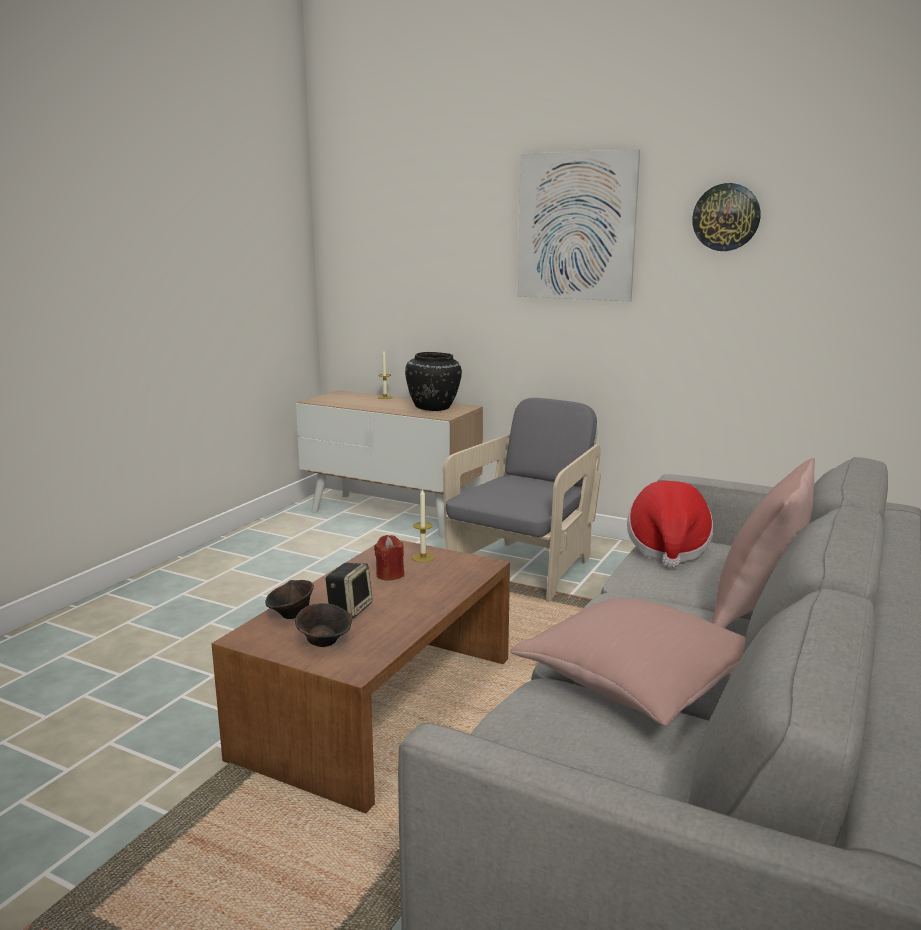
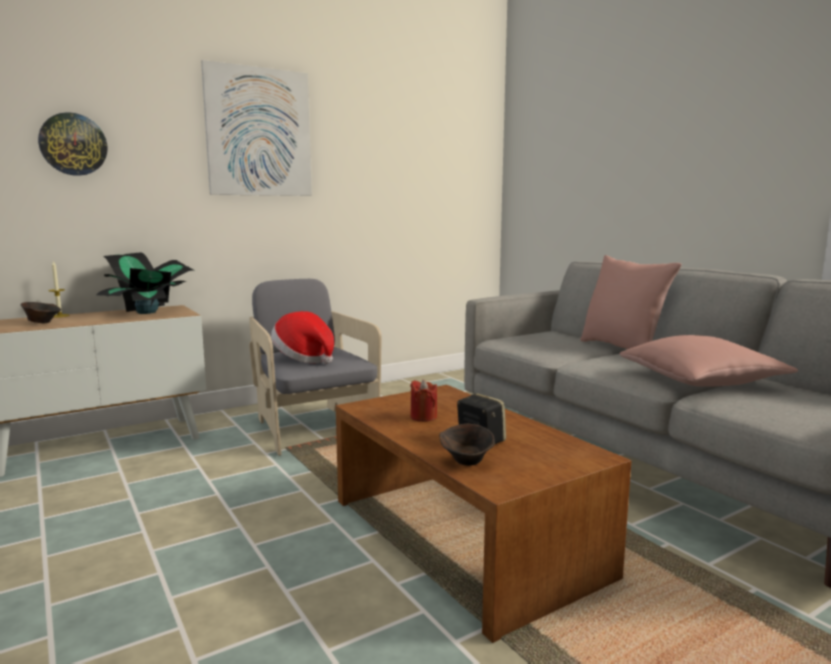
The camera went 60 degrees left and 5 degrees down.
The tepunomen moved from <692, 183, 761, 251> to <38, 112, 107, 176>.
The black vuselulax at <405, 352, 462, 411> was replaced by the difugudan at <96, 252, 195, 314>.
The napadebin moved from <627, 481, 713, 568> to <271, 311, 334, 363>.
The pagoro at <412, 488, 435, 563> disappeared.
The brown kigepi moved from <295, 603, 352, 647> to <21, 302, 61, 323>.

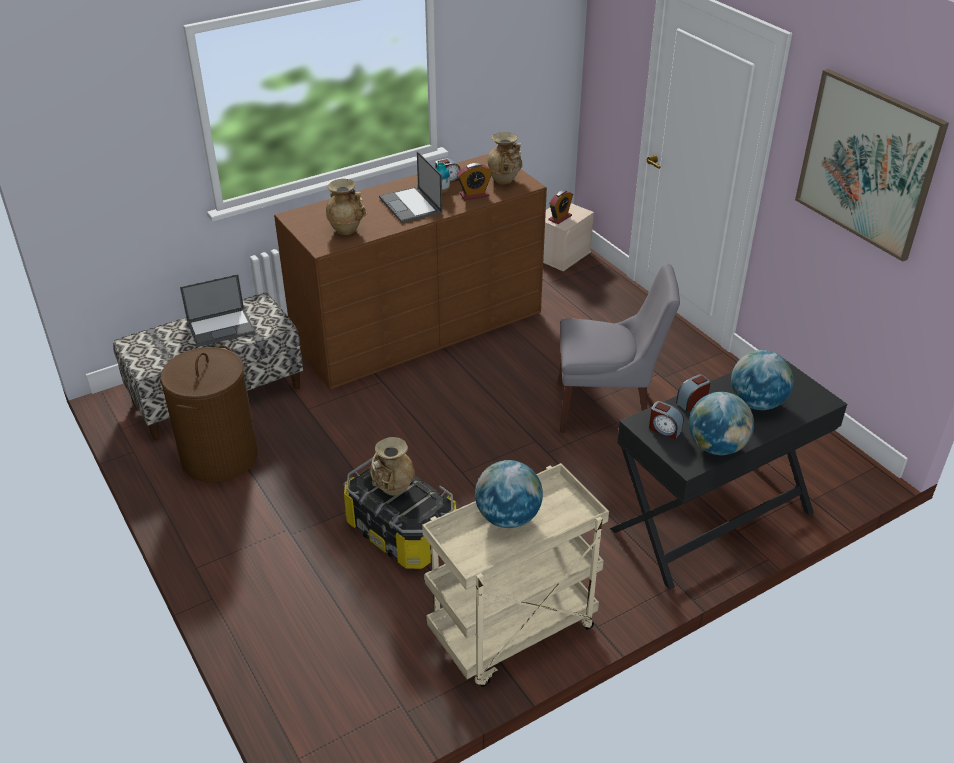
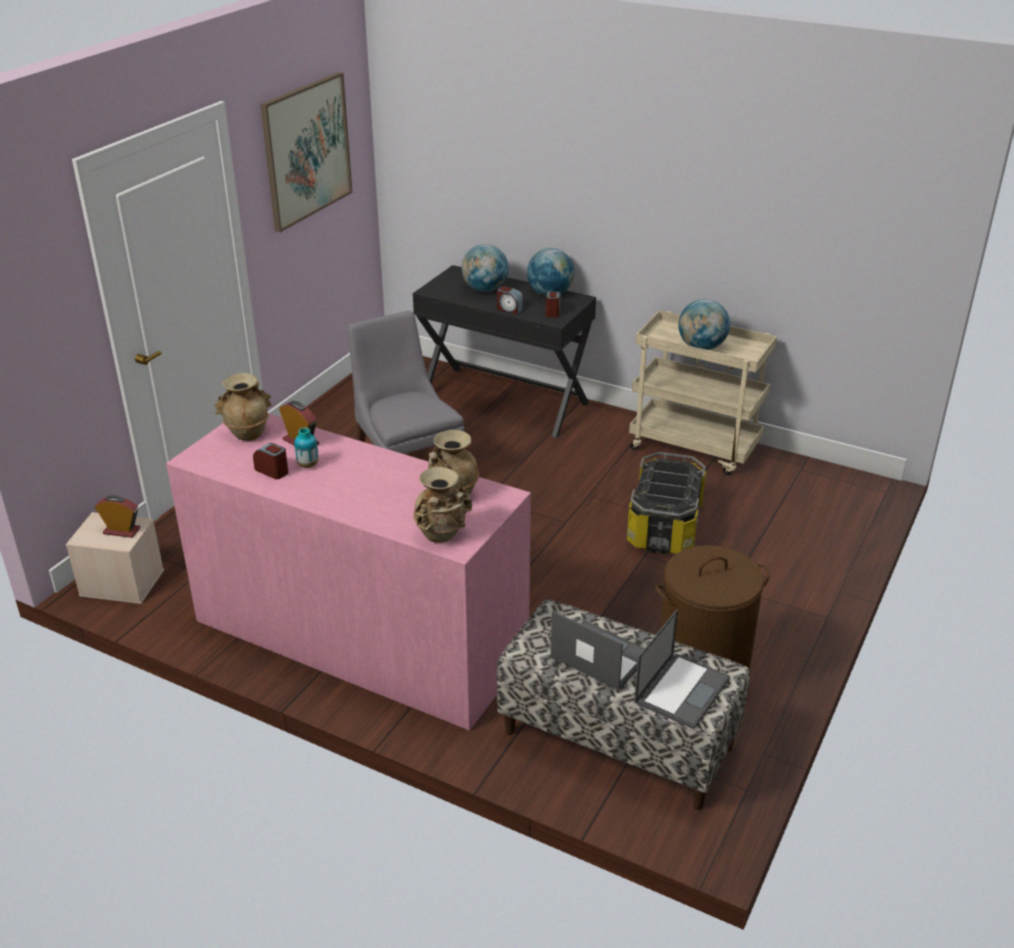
The camera went 120 degrees left and 5 degrees down.
The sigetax moved from <379, 151, 443, 223> to <634, 609, 730, 729>.
The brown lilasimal at <274, 154, 547, 390> became the pink lilasimal at <166, 413, 531, 730>.
The beige vuselulax moved from <370, 437, 415, 496> to <413, 467, 472, 543>.

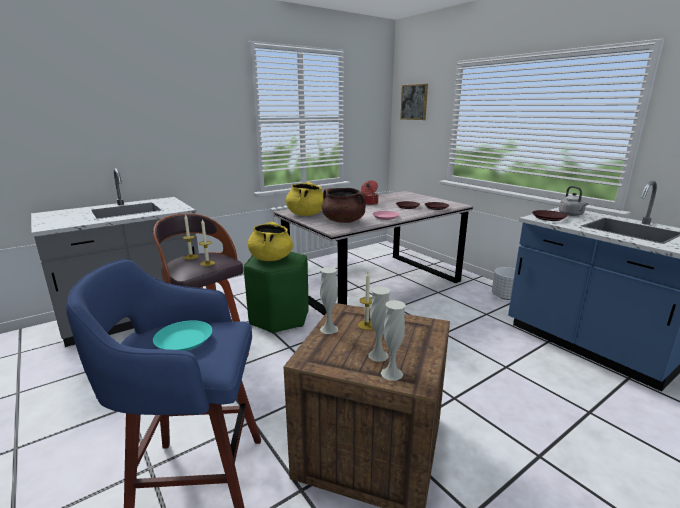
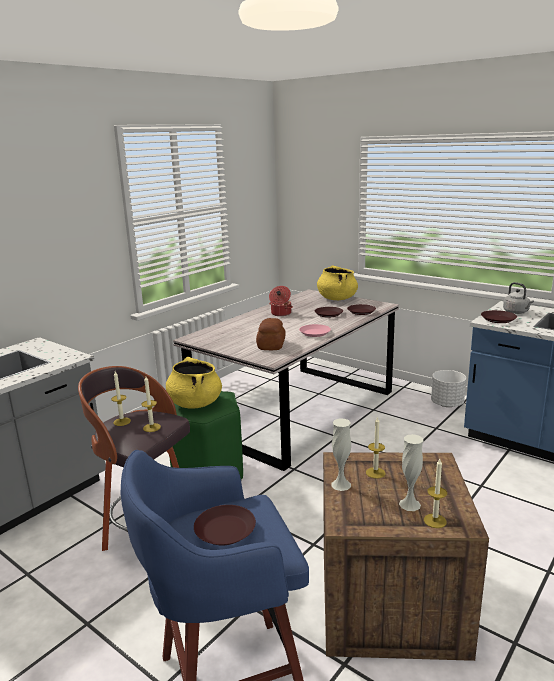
The camera went 15 degrees left and 0 degrees up.
The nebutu at <400, 84, 428, 120> disappeared.
The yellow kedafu moved from <286, 182, 324, 216> to <317, 265, 358, 300>.
The brown kedafu at <322, 188, 366, 223> was replaced by the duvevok at <256, 318, 286, 350>.
The white vuselulax at <381, 300, 405, 381> was replaced by the pagoro at <424, 459, 447, 528>.
The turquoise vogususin at <153, 320, 212, 351> became the brown vogususin at <194, 505, 256, 545>.

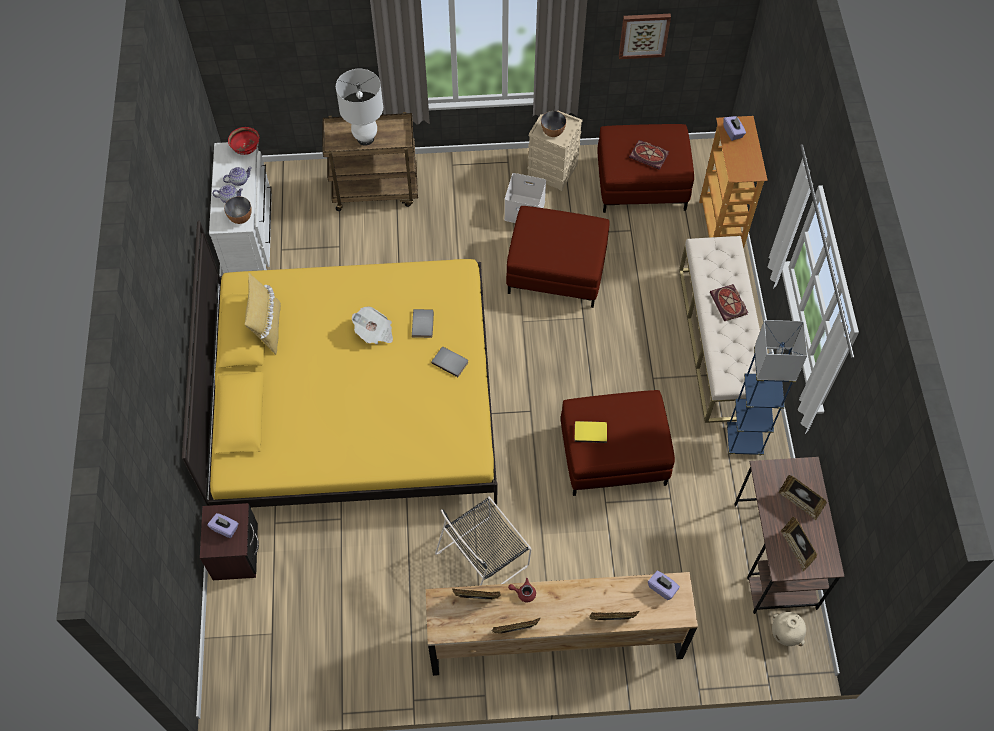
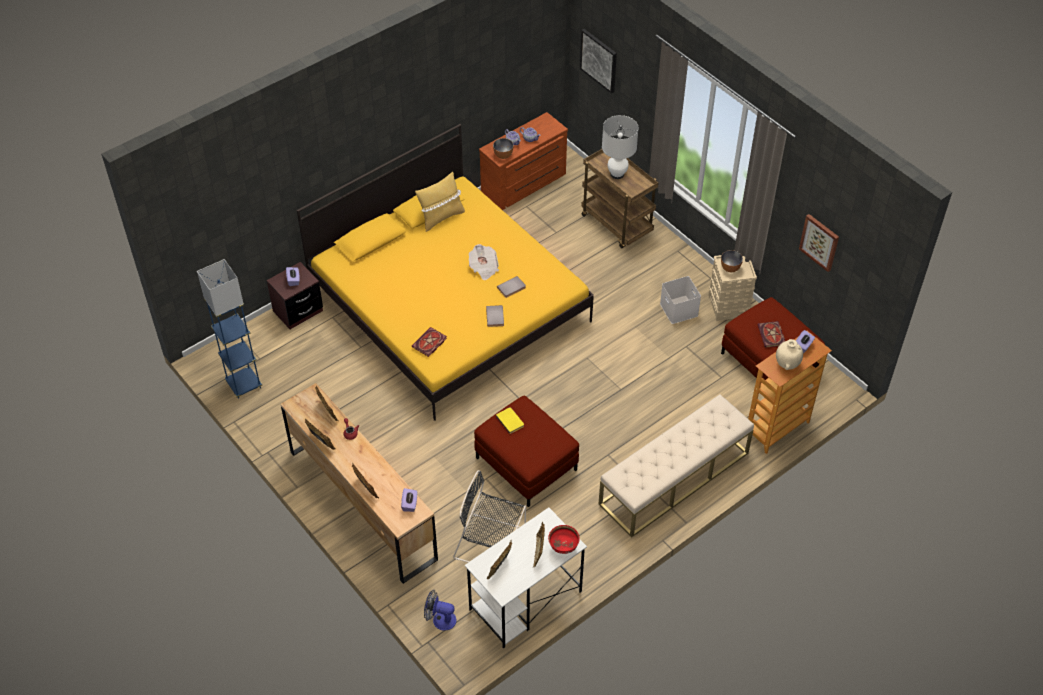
The camera went 55 degrees right and 10 degrees down.
The red kigepi moved from <228, 127, 259, 155> to <548, 525, 580, 554>.
The white lilasimal at <209, 142, 272, 273> became the brown lilasimal at <479, 112, 568, 210>.
The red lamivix at <506, 206, 610, 308> disappeared.
The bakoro moved from <710, 284, 748, 321> to <412, 327, 447, 357>.
The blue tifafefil moved from <727, 320, 807, 456> to <197, 259, 262, 399>.
The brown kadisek at <734, 457, 845, 614> became the white kadisek at <465, 507, 587, 648>.
The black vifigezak moved from <435, 496, 531, 586> to <453, 470, 526, 562>.
The beige vuselulax moved from <772, 612, 806, 646> to <776, 339, 803, 370>.
The nebutu at <580, 29, 617, 93> appeared.
The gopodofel at <424, 590, 456, 630> appeared.

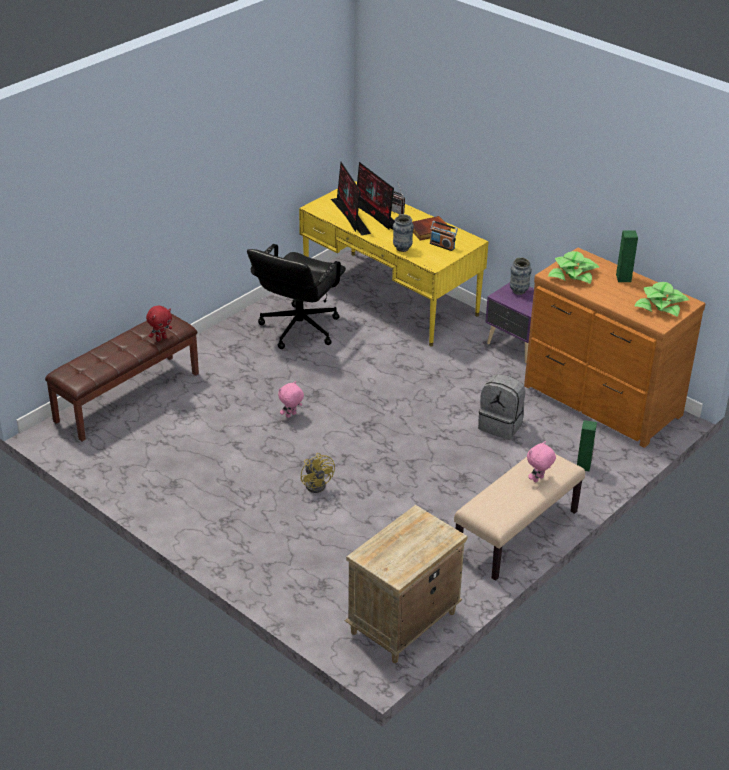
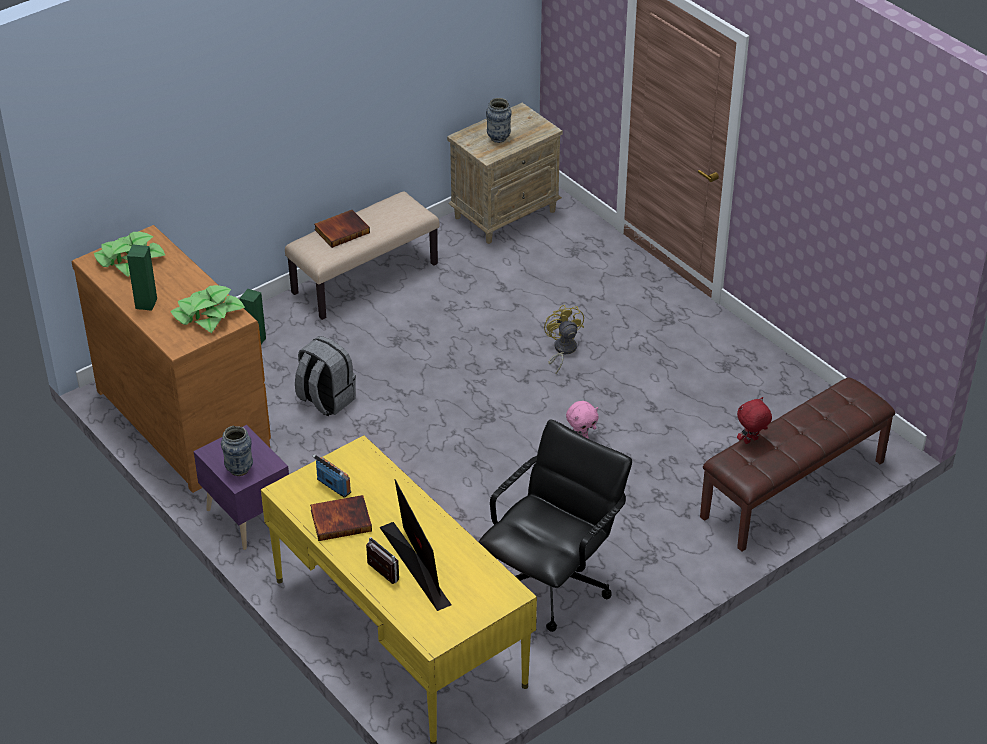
The camera went 170 degrees left and 5 degrees up.
The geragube at <331, 162, 371, 235> disappeared.
The vuselulax moved from <393, 214, 414, 252> to <486, 98, 512, 143>.
The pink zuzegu at <527, 441, 556, 482> was replaced by the bakoro at <314, 210, 370, 248>.

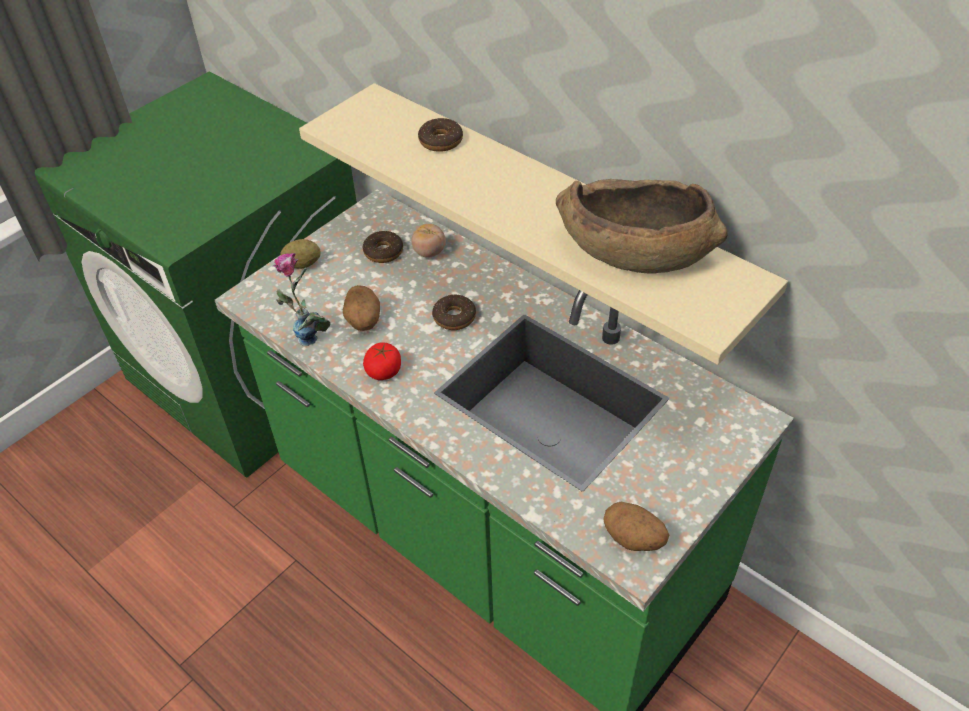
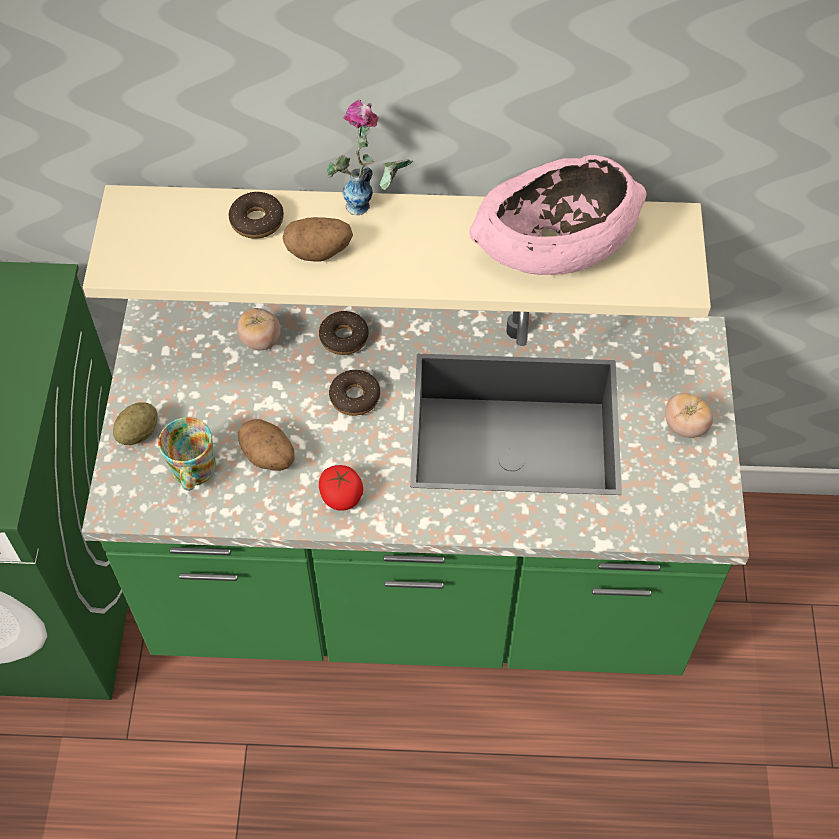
The camera went 40 degrees left and 10 degrees up.
The brown kigepi at <556, 179, 728, 273> became the pink kigepi at <469, 155, 647, 275>.
The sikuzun moved from <363, 231, 403, 263> to <319, 311, 369, 355>.
The vuselulax moved from <273, 253, 330, 346> to <327, 100, 413, 215>.
The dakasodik moved from <603, 502, 669, 551> to <283, 217, 353, 262>.
The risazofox at <665, 393, 713, 438> appeared.
The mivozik at <158, 417, 216, 491> appeared.

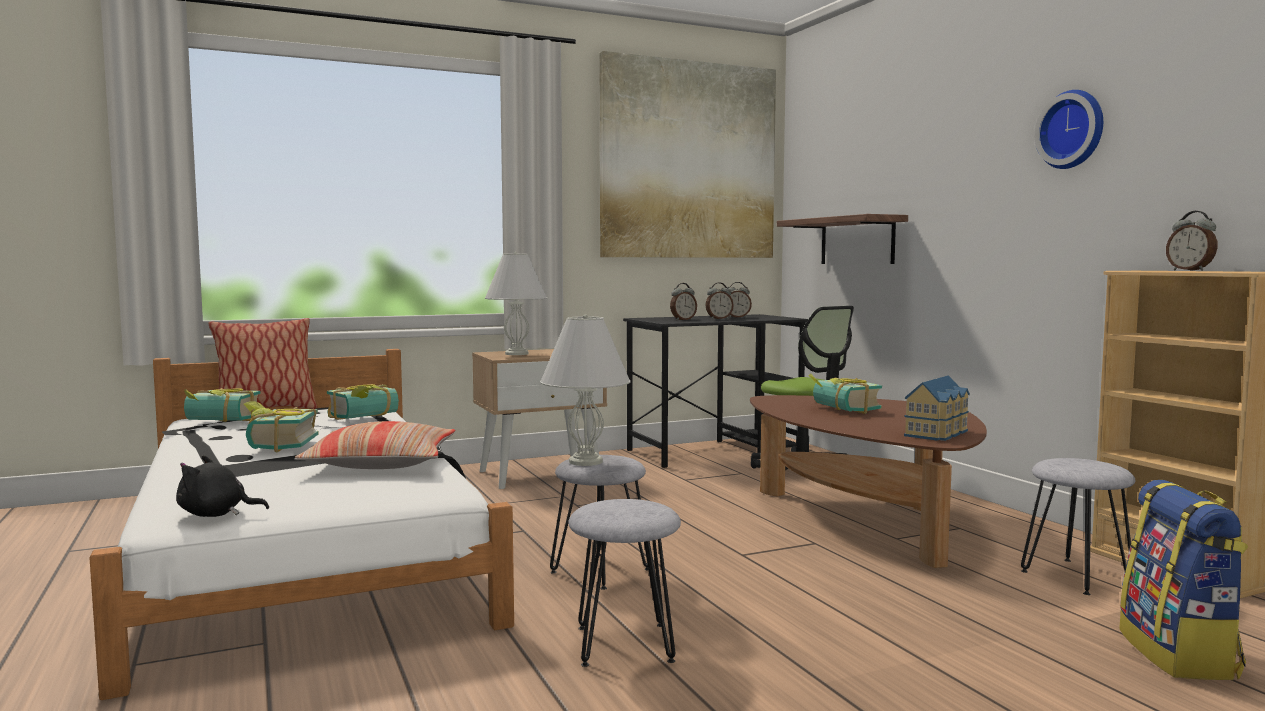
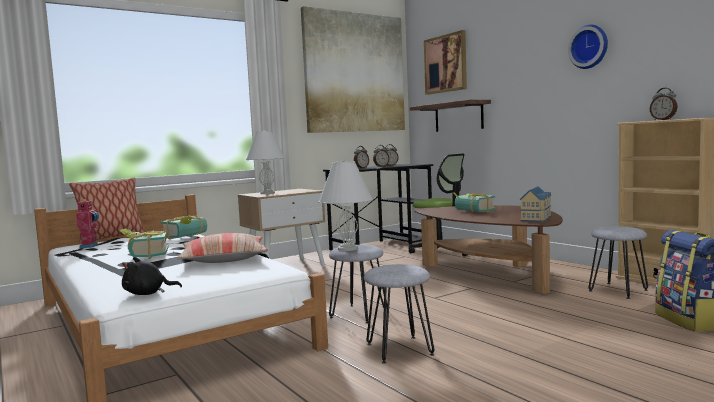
The camera went 10 degrees left and 0 degrees up.
The bakoro at <184, 388, 261, 422> was replaced by the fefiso at <76, 199, 99, 248>.
The nebutu at <424, 30, 467, 95> appeared.

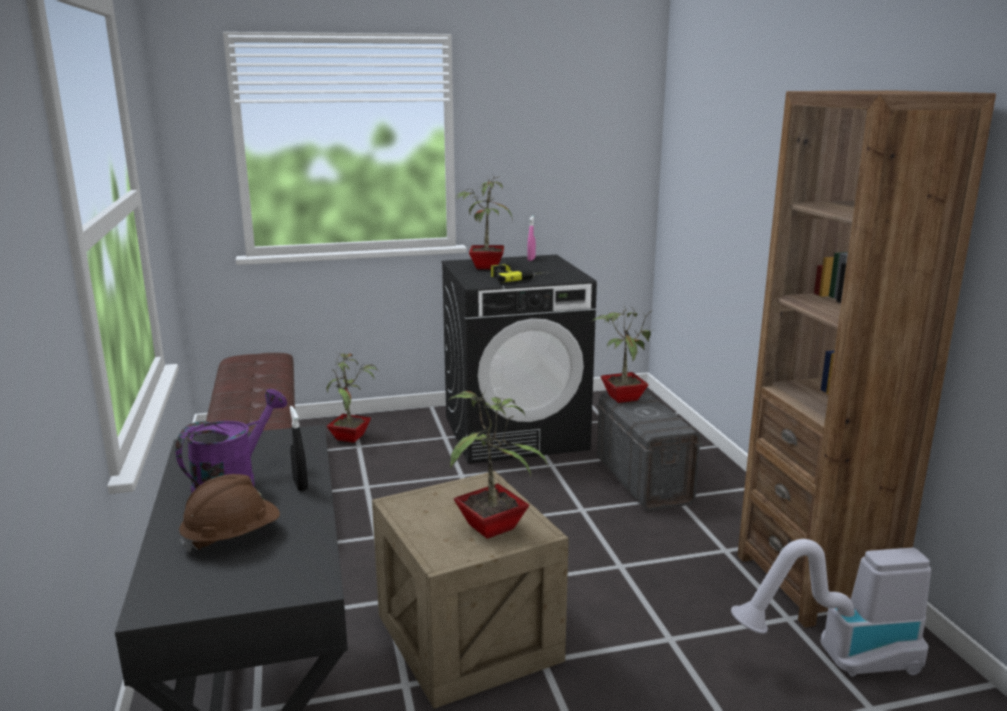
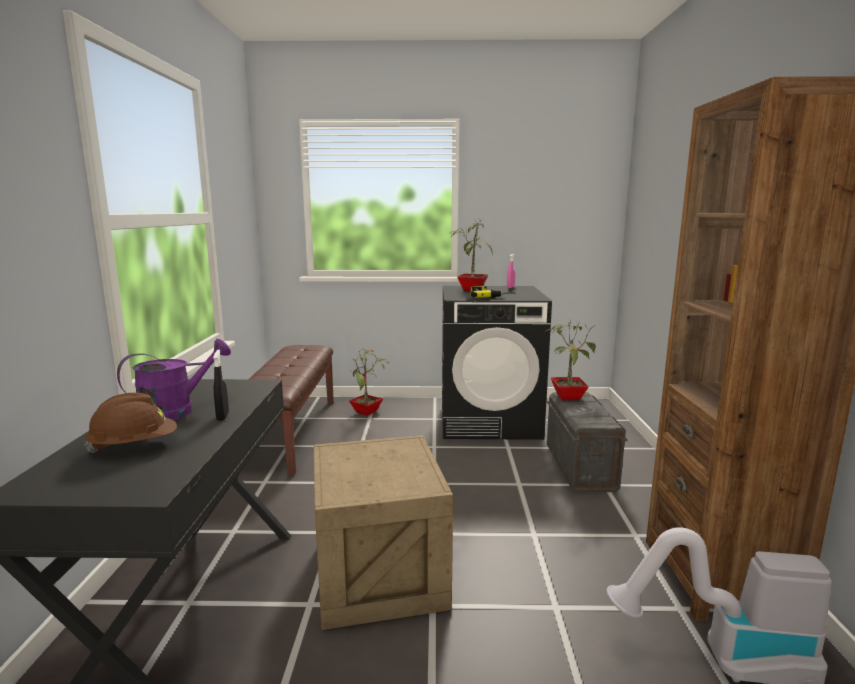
The camera went 15 degrees right and 5 degrees down.
The difugudan at <447, 390, 549, 539> disappeared.

